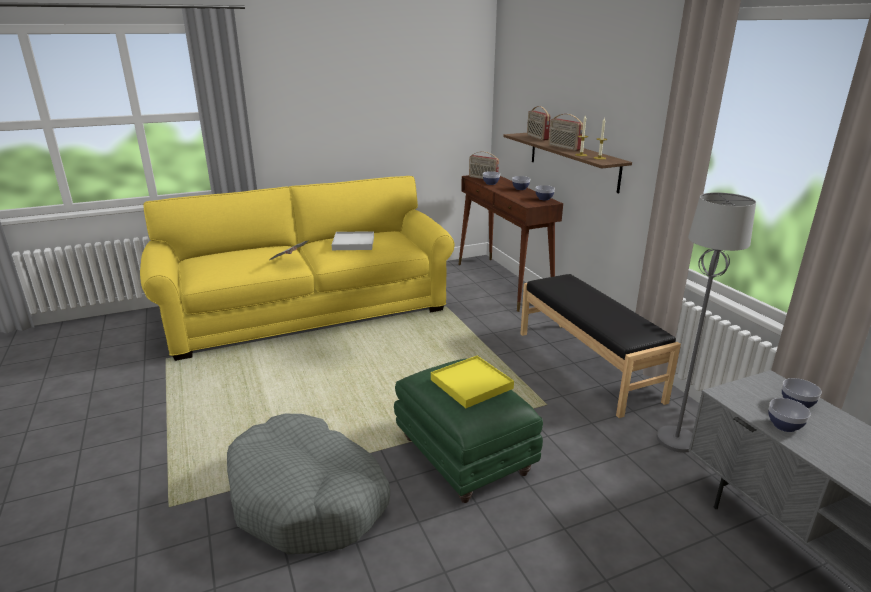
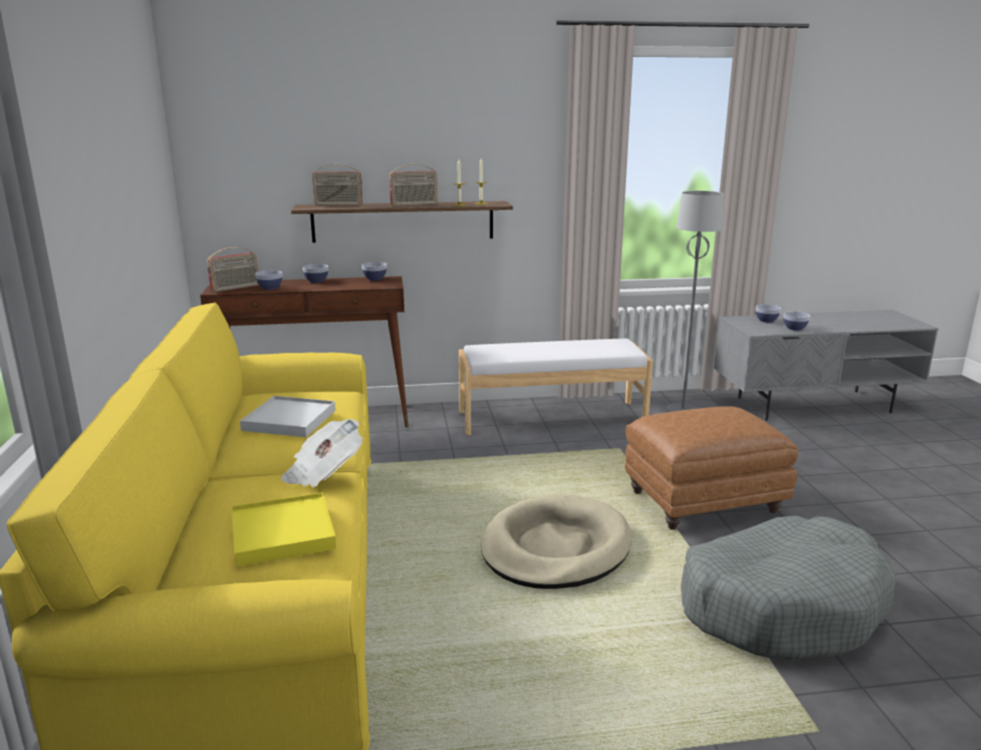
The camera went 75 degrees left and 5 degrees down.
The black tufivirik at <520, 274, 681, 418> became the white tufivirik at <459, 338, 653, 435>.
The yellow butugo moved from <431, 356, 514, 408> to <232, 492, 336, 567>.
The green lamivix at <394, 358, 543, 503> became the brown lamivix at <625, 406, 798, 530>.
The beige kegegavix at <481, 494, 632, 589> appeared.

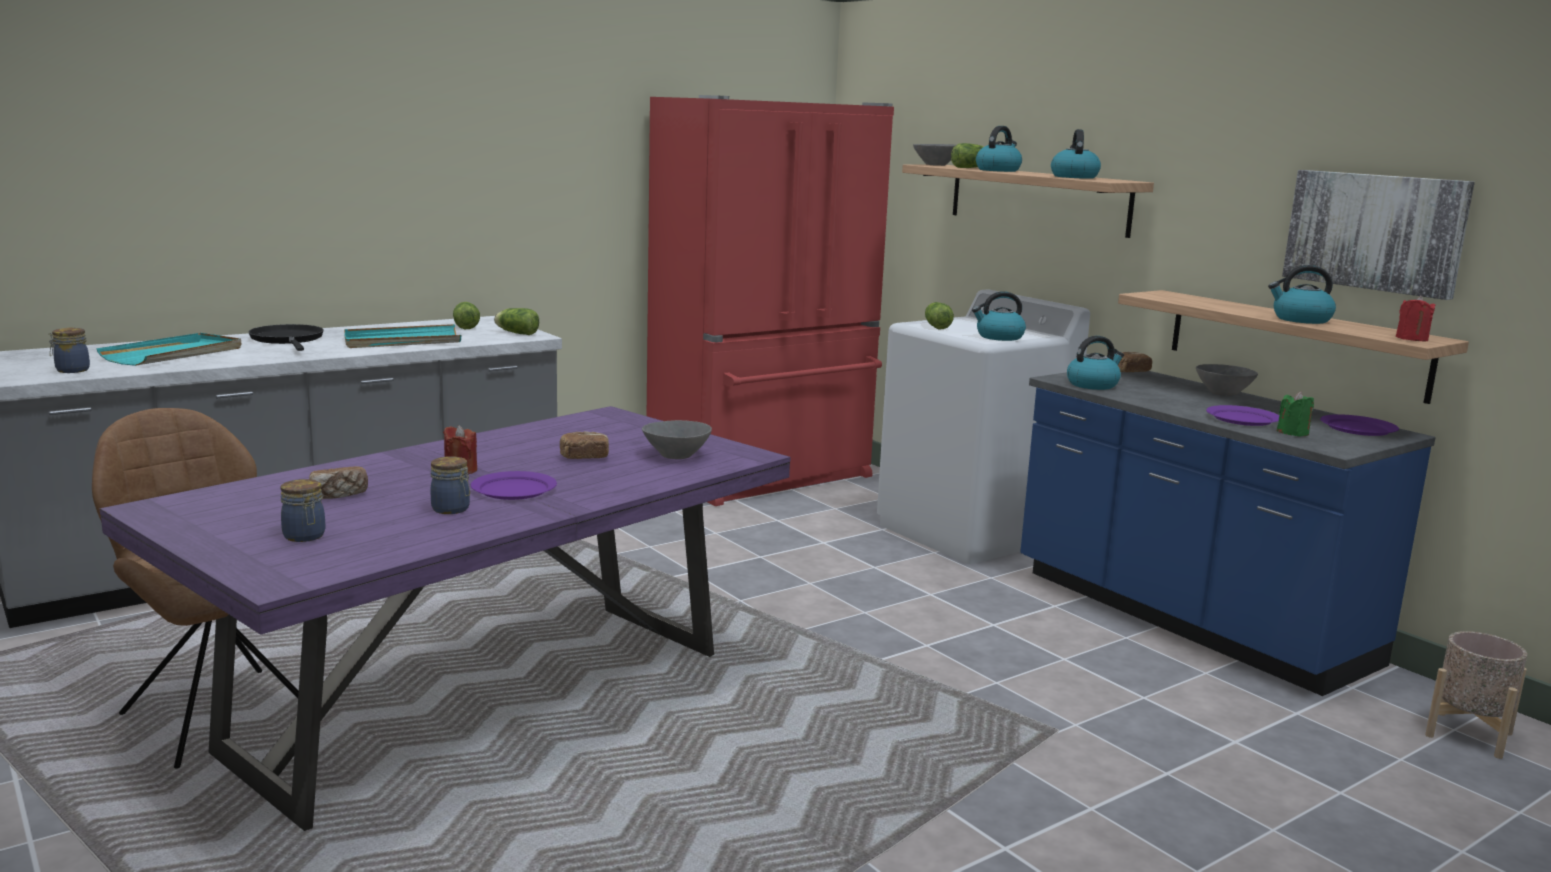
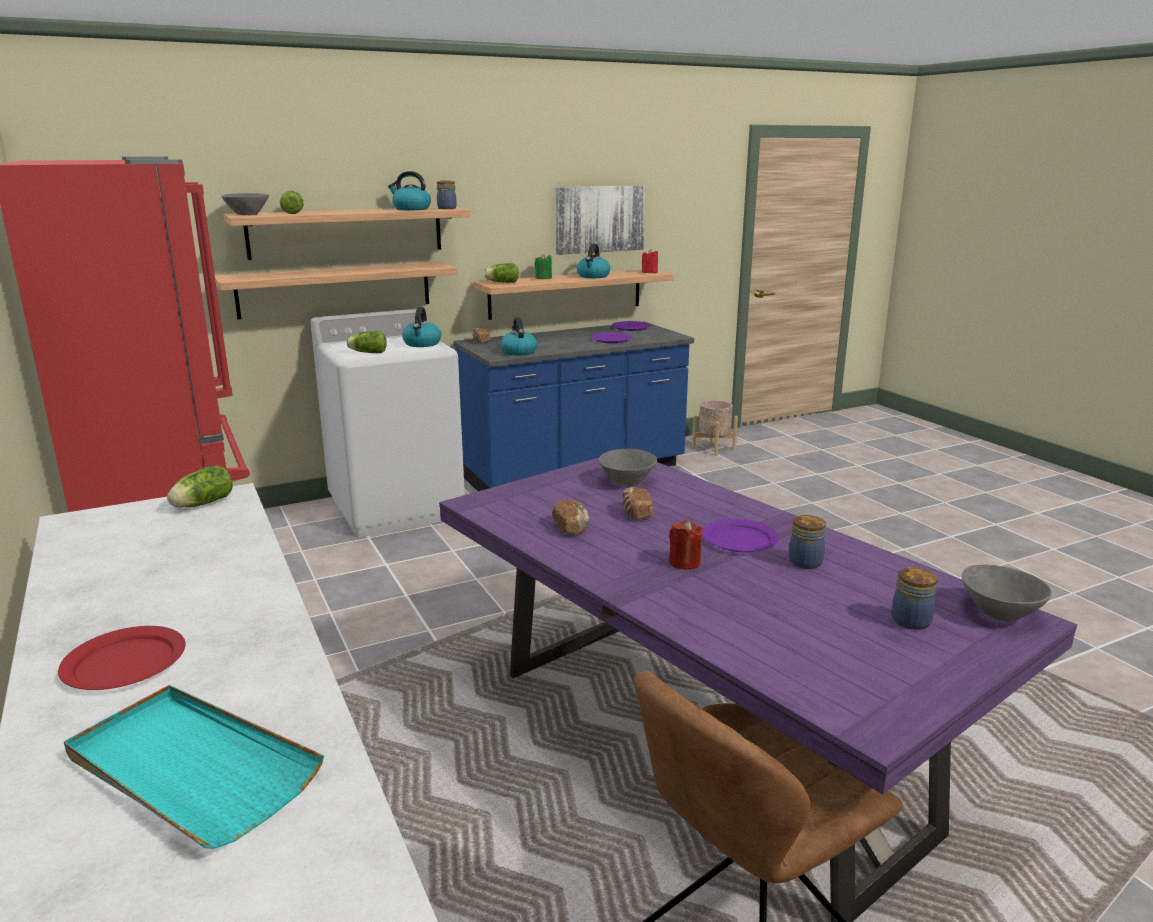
The camera went 80 degrees left and 5 degrees up.
The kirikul at <976, 126, 1022, 172> disappeared.
The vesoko moved from <453, 302, 480, 329> to <484, 263, 519, 283>.
The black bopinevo at <248, 324, 324, 351> was replaced by the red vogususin at <58, 626, 185, 690>.
The turquoise butugo at <344, 324, 461, 348> disappeared.
The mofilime moved from <49, 328, 90, 373> to <437, 180, 457, 209>.
The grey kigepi moved from <1196, 364, 1258, 396> to <962, 565, 1052, 621>.
The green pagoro moved from <1277, 391, 1314, 436> to <535, 253, 552, 279>.
The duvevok moved from <309, 466, 368, 499> to <552, 499, 589, 535>.
The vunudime at <215, 262, 458, 319> appeared.

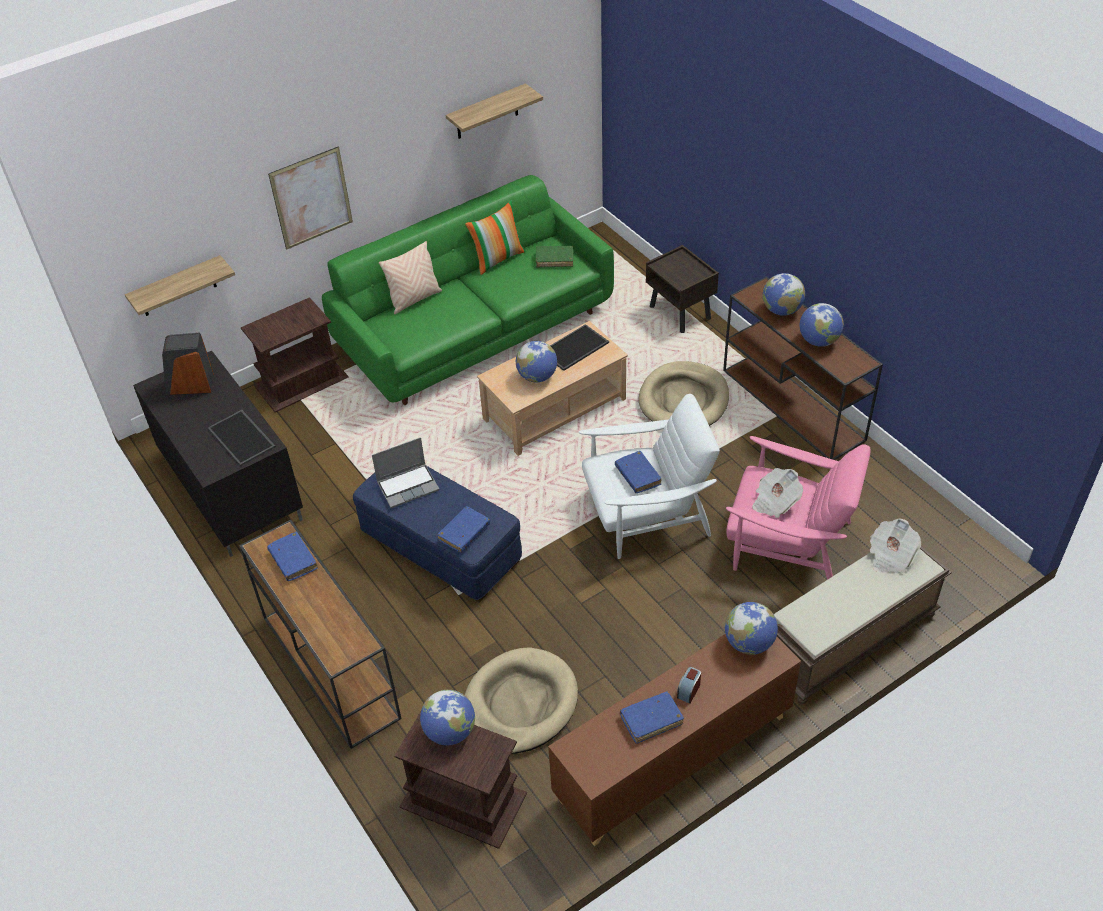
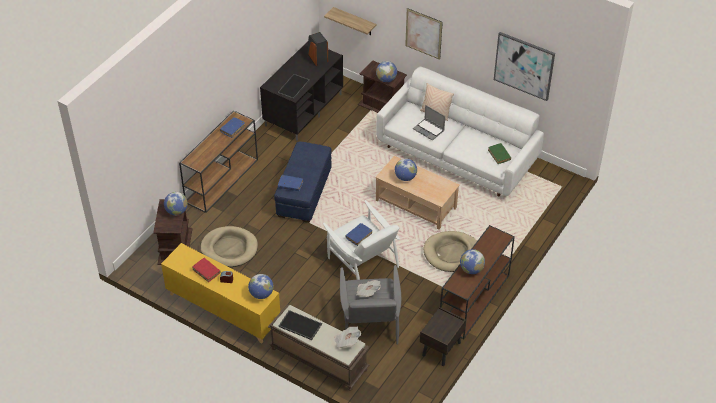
The camera went 65 degrees right and 0 degrees up.
The vunudime at <446, 83, 543, 139> was replaced by the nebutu at <494, 32, 555, 101>.
The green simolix at <322, 175, 614, 405> became the white simolix at <376, 67, 544, 197>.
The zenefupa at <465, 200, 526, 275> disappeared.
The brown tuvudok moved from <646, 245, 719, 333> to <420, 307, 466, 366>.
The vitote moved from <763, 273, 805, 316> to <376, 61, 397, 82>.
The butugo moved from <550, 324, 609, 371> to <278, 310, 322, 340>.
The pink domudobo at <726, 436, 871, 580> became the grey domudobo at <340, 265, 401, 345>.
The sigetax moved from <372, 437, 439, 508> to <413, 105, 445, 141>.
The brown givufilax at <548, 634, 801, 846> became the yellow givufilax at <161, 243, 280, 343>.
The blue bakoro at <620, 691, 684, 744> became the red bakoro at <192, 258, 221, 282>.

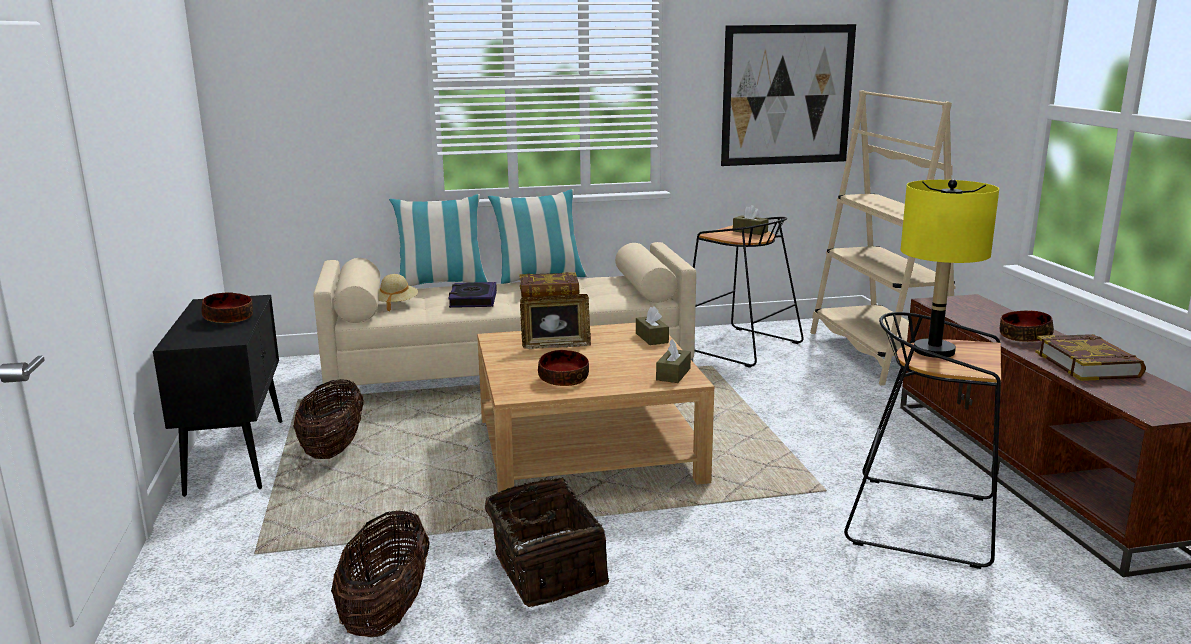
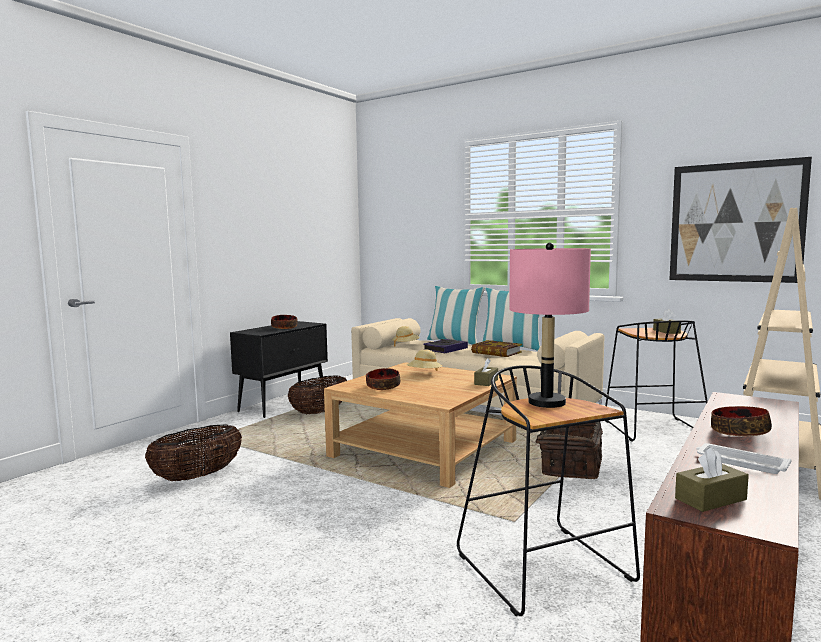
The camera went 45 degrees right and 10 degrees down.
The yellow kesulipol at <900, 179, 999, 358> became the pink kesulipol at <509, 243, 591, 408>.
The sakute at <520, 294, 591, 349> was replaced by the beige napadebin at <407, 349, 442, 371>.
The bakoro at <1035, 334, 1146, 381> was replaced by the white butugo at <696, 443, 791, 474>.
The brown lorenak moved from <656, 339, 691, 383> to <675, 447, 749, 512>.
The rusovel moved from <484, 477, 609, 607> to <524, 422, 603, 479>.

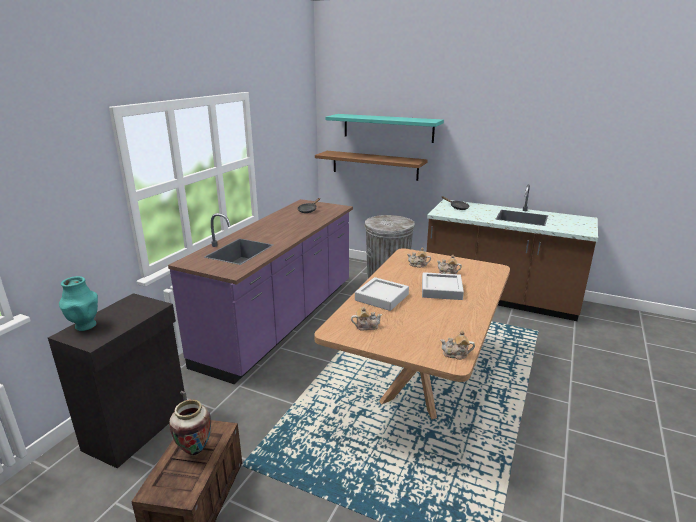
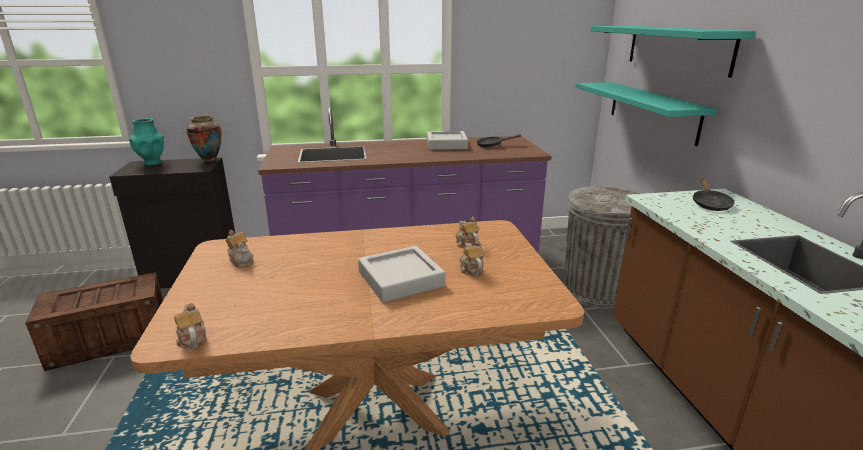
The camera went 55 degrees right and 0 degrees up.
The brown vunudime at <315, 151, 428, 181> became the turquoise vunudime at <575, 82, 717, 146>.
The grey butugo moved from <355, 277, 409, 311> to <427, 131, 468, 150>.
The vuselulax moved from <169, 399, 211, 456> to <187, 116, 221, 162>.

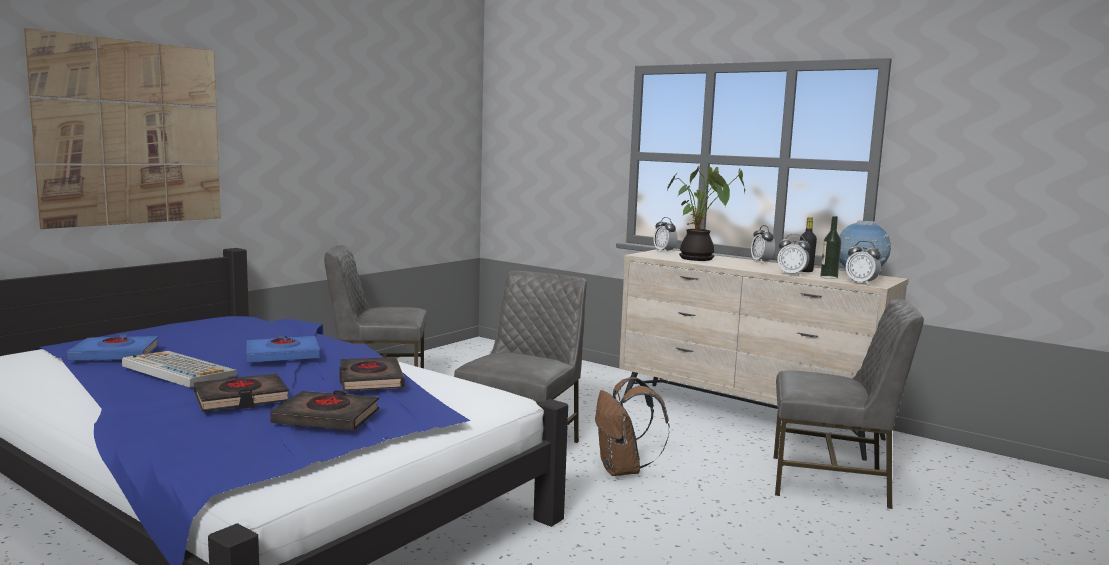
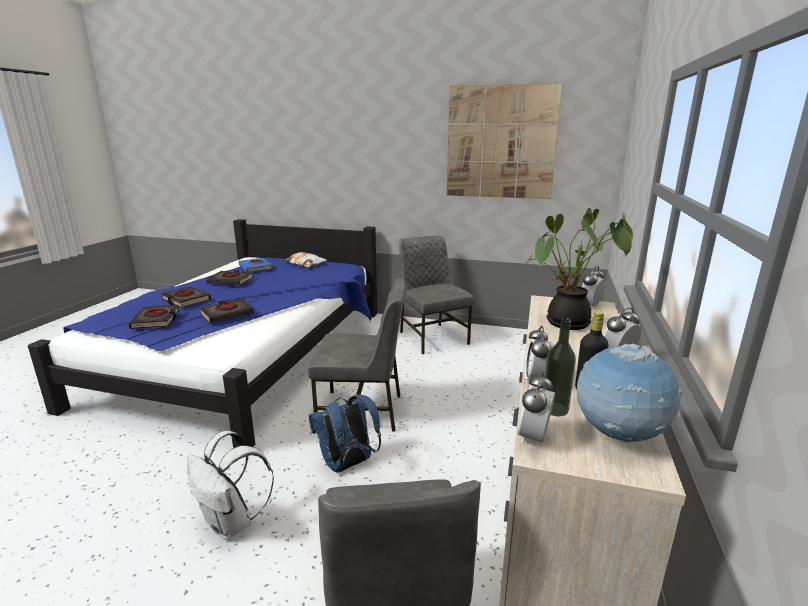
The camera went 70 degrees right and 10 degrees up.
The nebutu moved from <24, 28, 221, 229> to <446, 83, 563, 199>.
The blue bakoro at <247, 335, 320, 363> disappeared.
The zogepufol at <122, 351, 238, 388> was replaced by the black bakoro at <206, 270, 253, 285>.
The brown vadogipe at <595, 377, 670, 476> became the blue vadogipe at <309, 395, 381, 472>.
The zenefupa at <283, 252, 327, 267> appeared.
The white vadogipe at <187, 431, 274, 540> appeared.

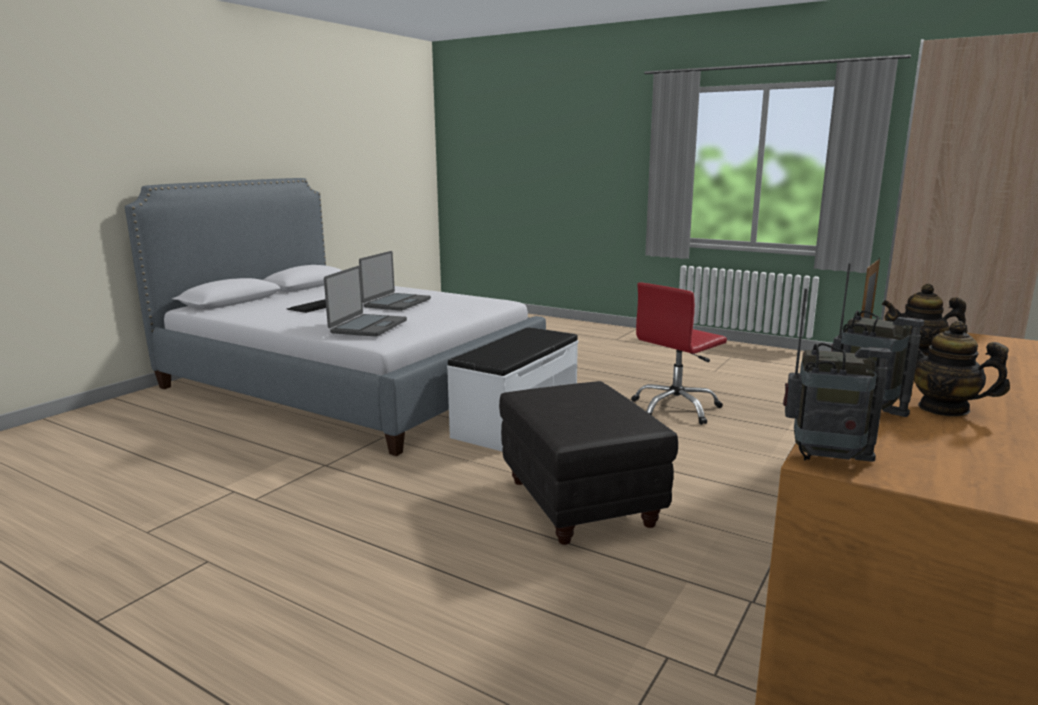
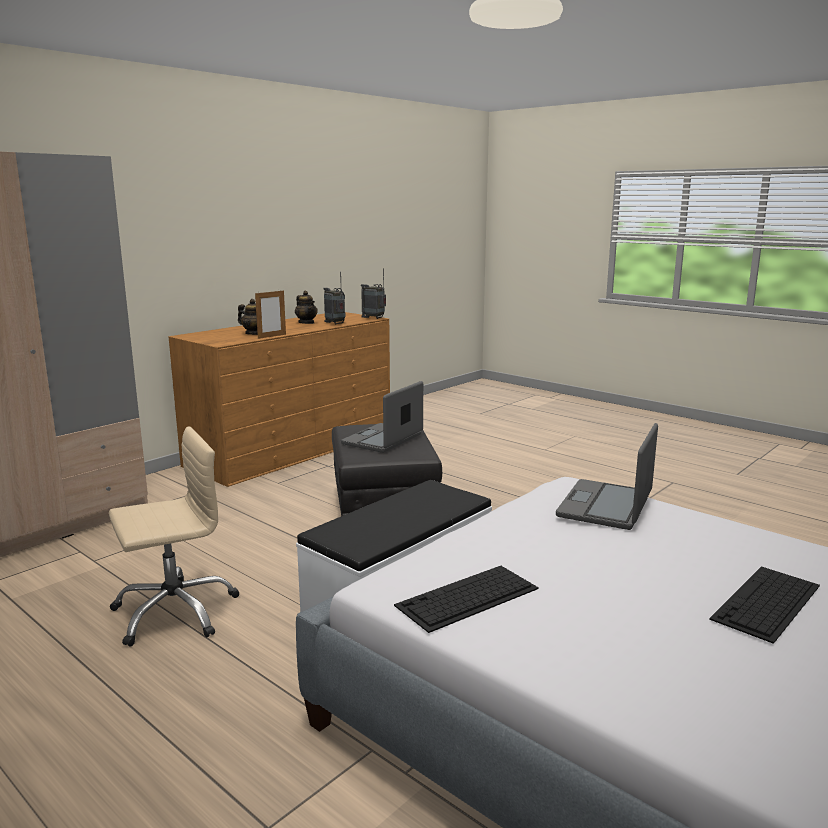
The camera went 170 degrees left and 0 degrees up.
The sigetax moved from <359, 251, 431, 311> to <341, 381, 423, 453>.
The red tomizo at <631, 283, 727, 425> became the beige tomizo at <109, 426, 239, 647>.
The zogepufol at <394, 566, 539, 633> appeared.

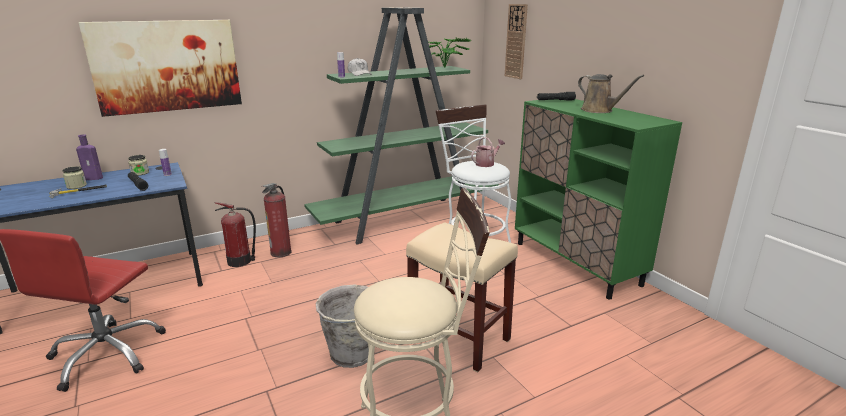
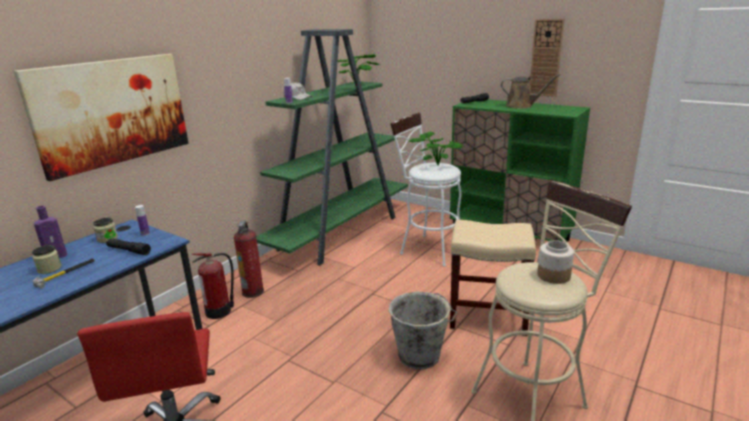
The camera went 25 degrees left and 0 degrees up.
The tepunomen moved from <505, 4, 528, 79> to <530, 19, 564, 97>.
The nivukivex at <471, 137, 505, 167> was replaced by the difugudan at <409, 131, 463, 166>.
The mofilime at <537, 240, 574, 284> appeared.

